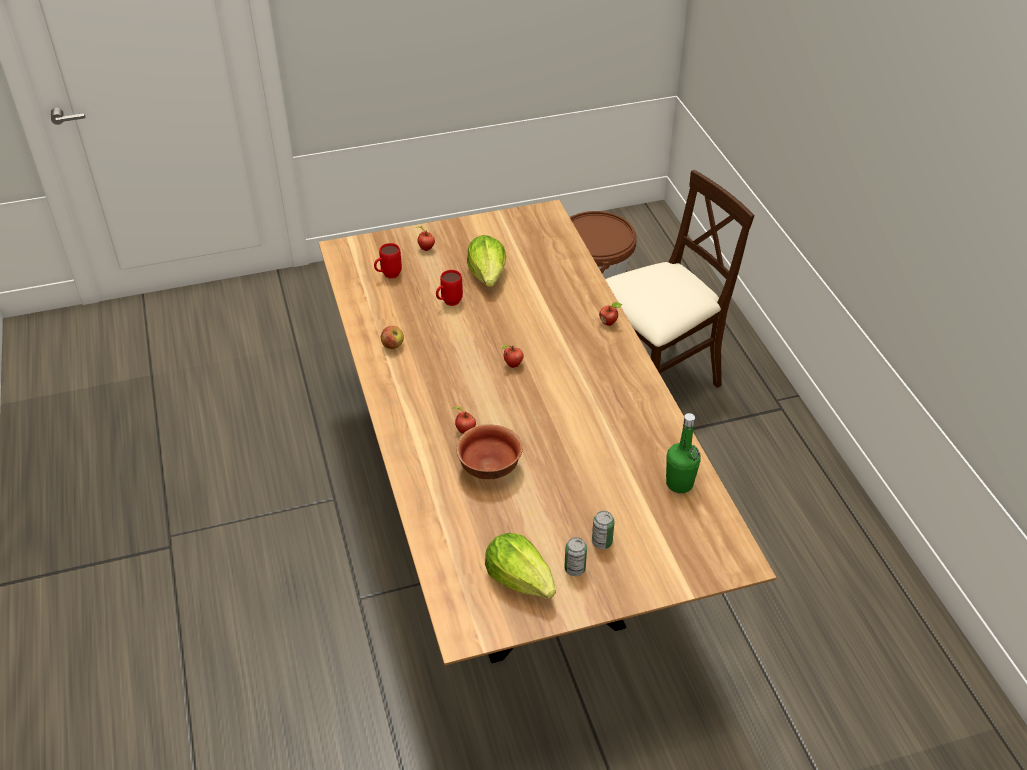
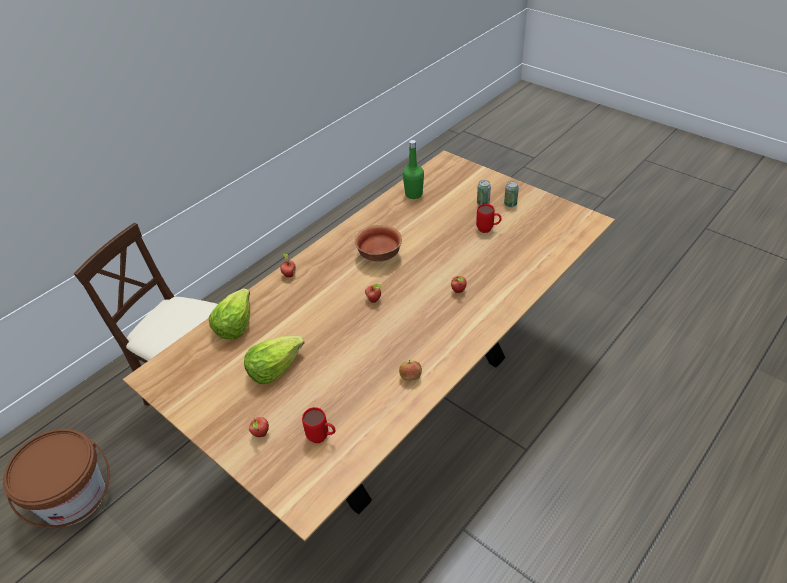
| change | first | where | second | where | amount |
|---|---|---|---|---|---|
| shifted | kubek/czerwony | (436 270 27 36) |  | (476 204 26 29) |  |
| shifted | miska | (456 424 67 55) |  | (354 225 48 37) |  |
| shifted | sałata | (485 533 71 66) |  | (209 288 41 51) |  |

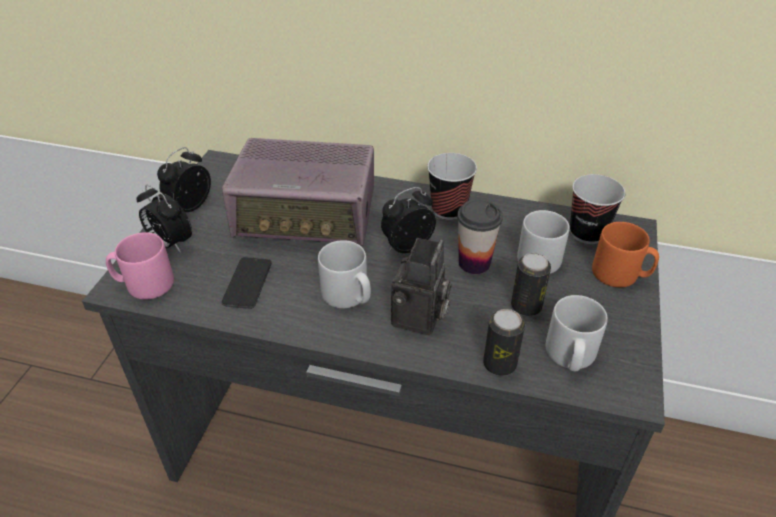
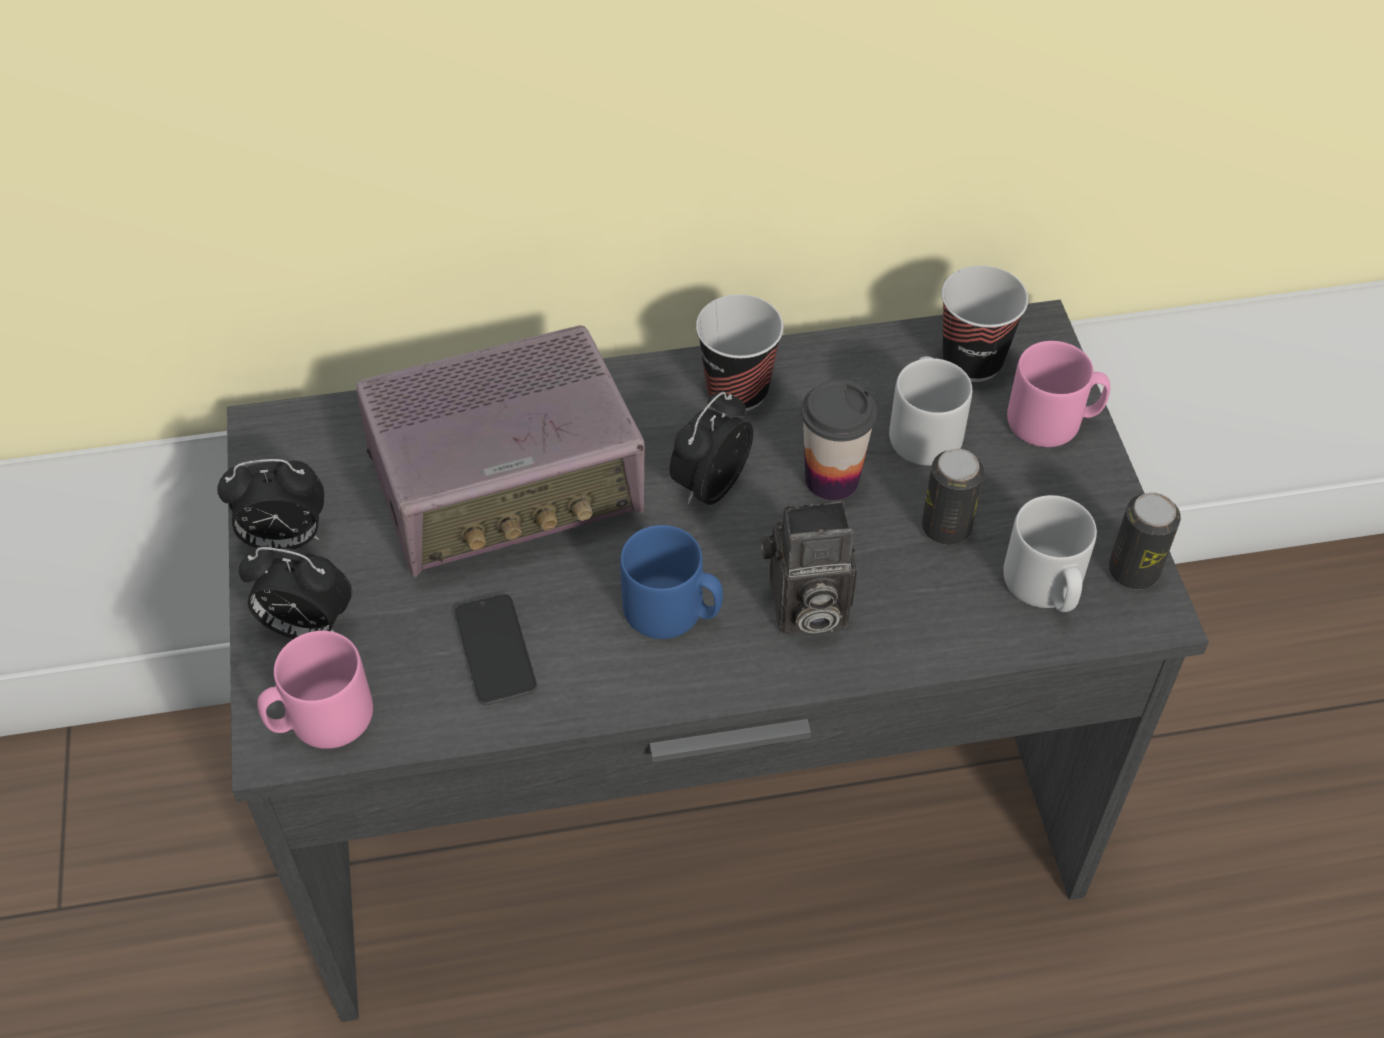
| change | first | where | second | where | amount |
|---|---|---|---|---|---|
| shifted | puszka | (483 309 42 67) |  | (1108 492 73 98) |  |
| repainted | kubek/szary | (318 240 53 68) | kubek/niebieski | (620 525 103 114) |  |
| repainted | kubek/pomarańczowy | (592 222 67 66) | kubek/różowy | (1007 341 103 106) |  |
| rotated | budzik | (157 147 54 65) |  | (217 459 107 90) | 105 degrees counterclockwise |
| rotated | aparat fotograficzny | (391 238 60 97) |  | (761 501 96 133) | 90 degrees clockwise |

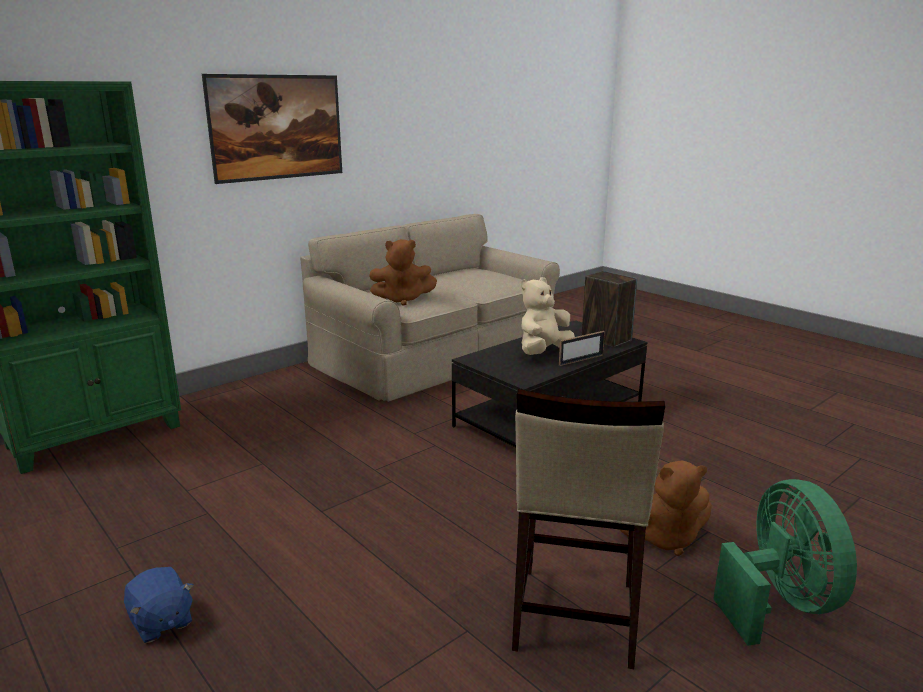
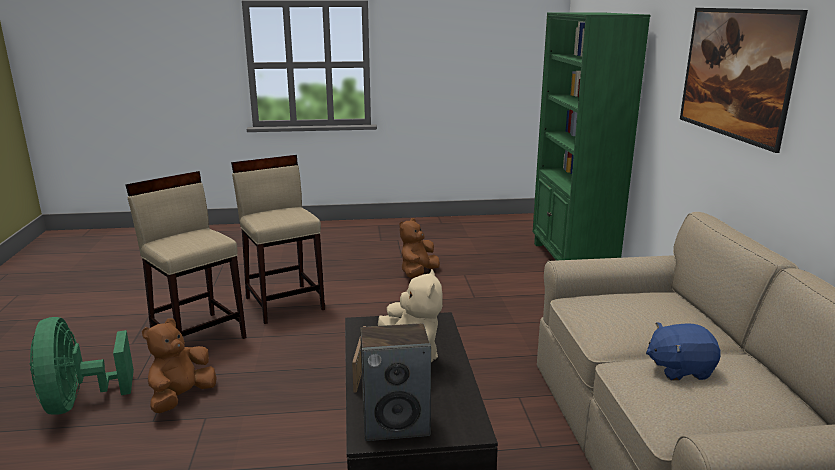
| change | first | where | second | where | amount |
|---|---|---|---|---|---|
| new |  |  | stołek/beżowy | (231 155 94 169) |  |
| shifted | pluszak/niebieski | (124 567 69 76) |  | (646 322 75 59) |  |
| shifted | pluszak/brązowy | (369 239 68 67) |  | (399 218 41 60) |  |
| rotated | wentylator/zielony | (713 479 144 167) |  | (30 317 104 98) | 45 degrees clockwise |

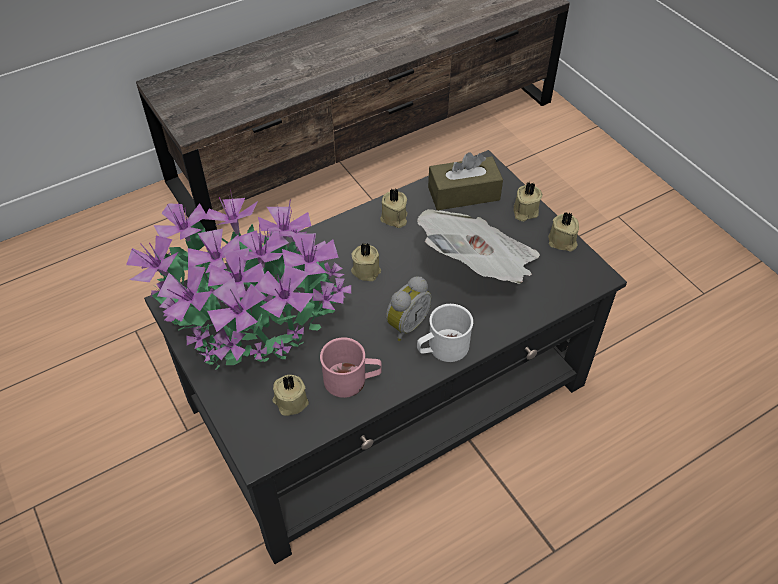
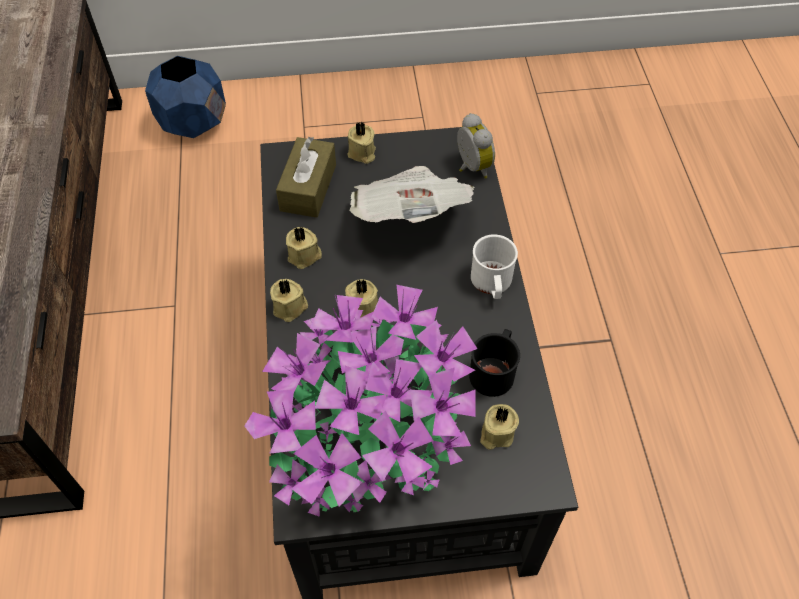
| change | first | where | second | where | amount |
|---|---|---|---|---|---|
| new |  |  | donica/niebieski | (145 56 81 82) |  |
| shifted | budzik | (386 276 46 65) |  | (457 113 38 66) |  |
| shifted | świeca/beżowy | (548 212 31 40) |  | (270 279 38 43) |  |
| repainted | kubek/różowy | (320 337 62 61) | kubek/czarny | (469 329 51 68) |  |

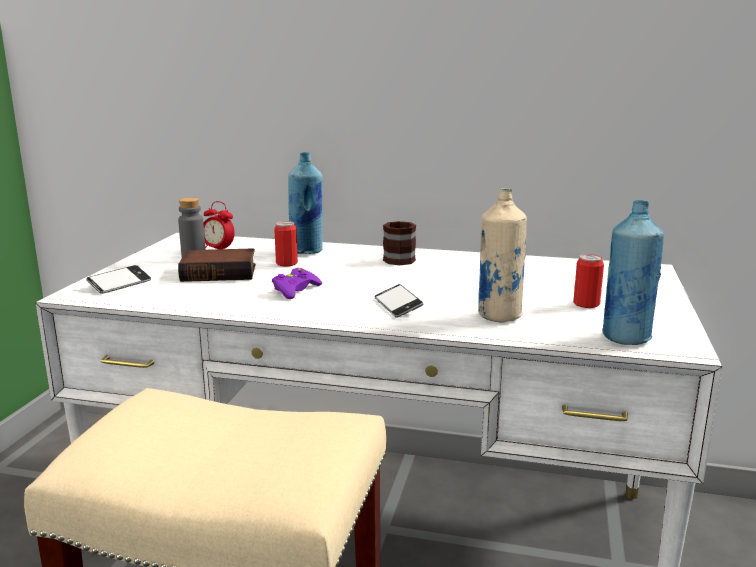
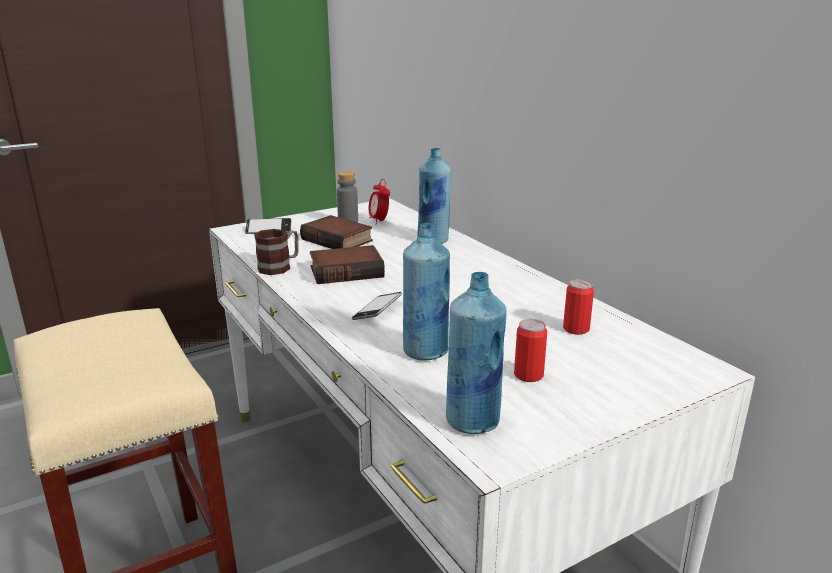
| change | first | where | second | where | amount |
|---|---|---|---|---|---|
| shifted | puszka | (274 221 24 45) |  | (563 279 31 56) |  |
| shifted | kubek | (383 221 33 44) |  | (254 229 45 46) |  |
| swapped | pad do gier/fioletowy | (272 268 50 31) | książka | (310 245 75 39) |  |
| repainted | butelka/beżowy | (478 188 49 134) | butelka/niebieski | (403 223 47 138) |  |

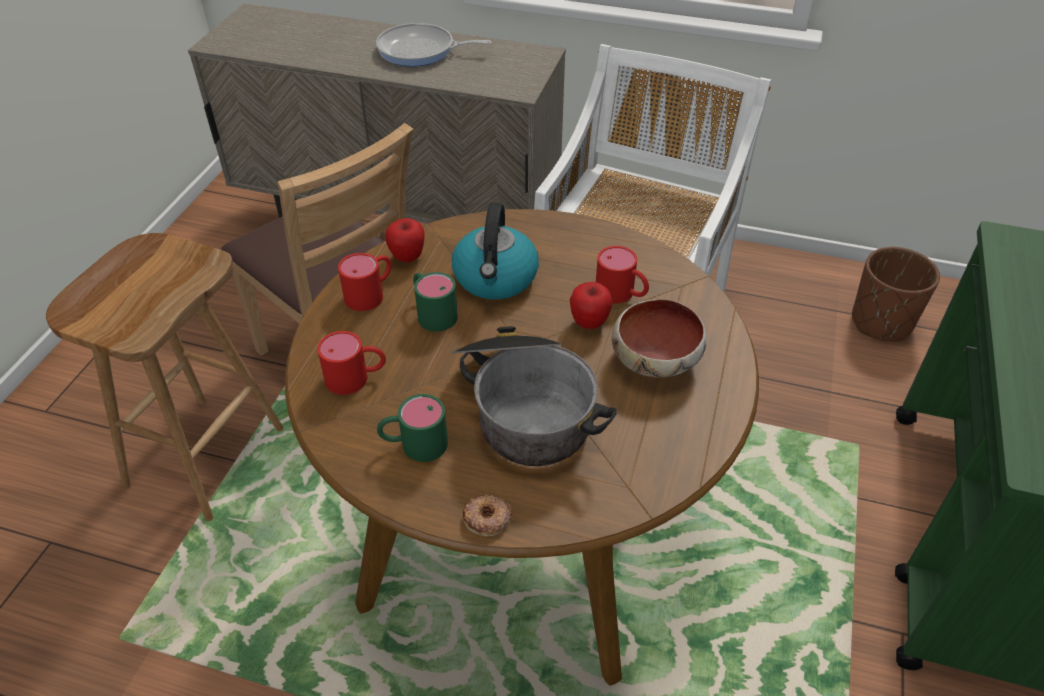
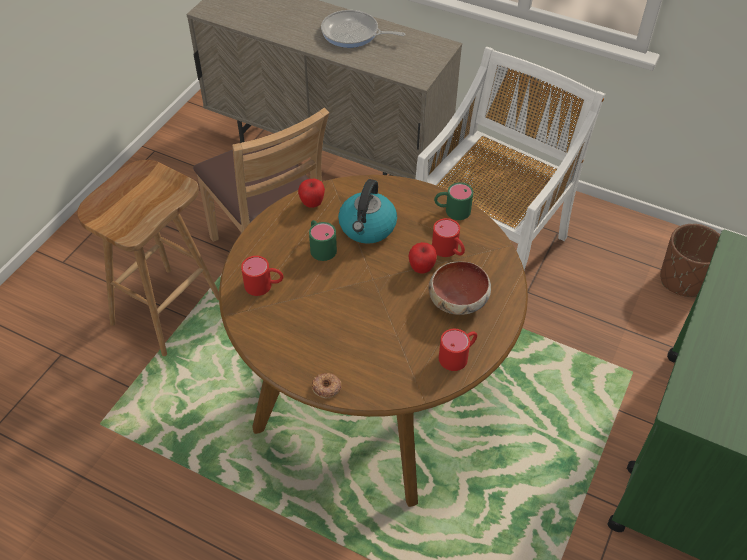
| change | first | where | second | where | amount |
|---|---|---|---|---|---|
| gone | garnek | (452 326 165 140) |  |  |  |
| shifted | kubek/czerwony | (338 253 54 58) |  | (439 329 38 42) |  |
| shifted | kubek/zielony | (377 394 71 68) |  | (434 182 39 38) |  |

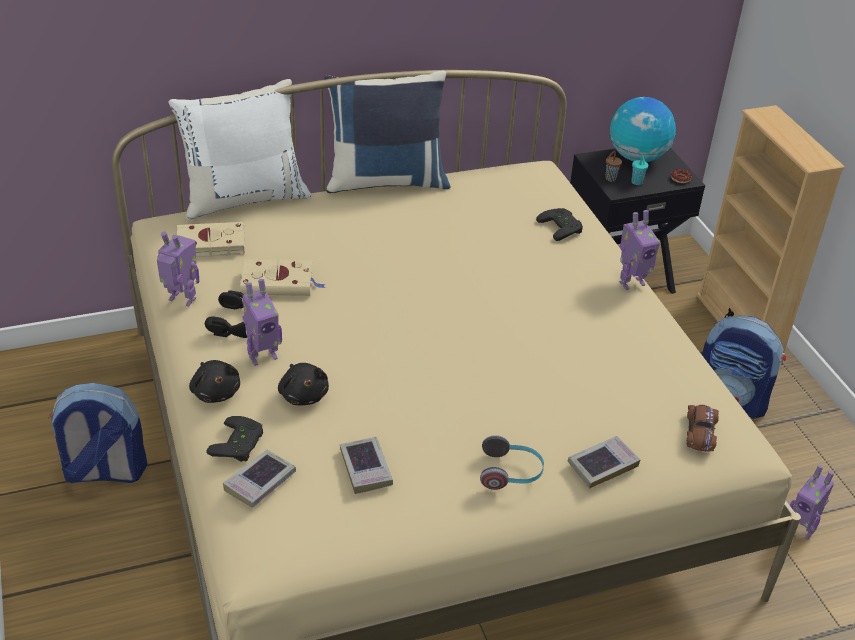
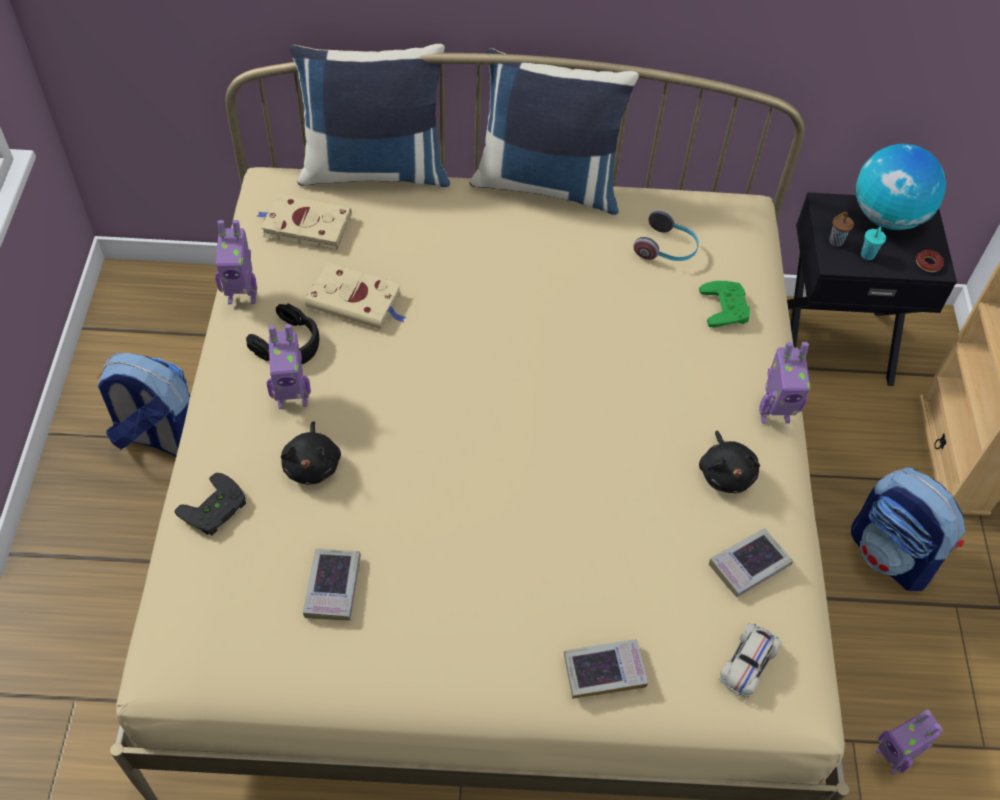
| change | first | where | second | where | amount |
|---|---|---|---|---|---|
| shifted | pluszak/czarny | (189 360 51 43) |  | (699 431 61 62) |  |
| shifted | książka | (223 450 73 58) |  | (709 528 84 69) |  |
| shifted | słuchawki | (480 435 64 55) |  | (633 210 66 51) |  |
| repainted | poduszka/biały | (168 79 143 141) | poduszka/niebieski | (289 44 161 143) |  |
| repainted | pad do gier/czarny | (536 208 47 33) | pad do gier/zielony | (699 281 51 46) |  |
| repainted | samochodzik/brązowy | (687 405 32 47) | samochodzik/biały | (719 623 63 74) |  |
| rotated | robot zabawkowy | (157 231 43 76) |  | (215 220 42 84) | 135 degrees clockwise |

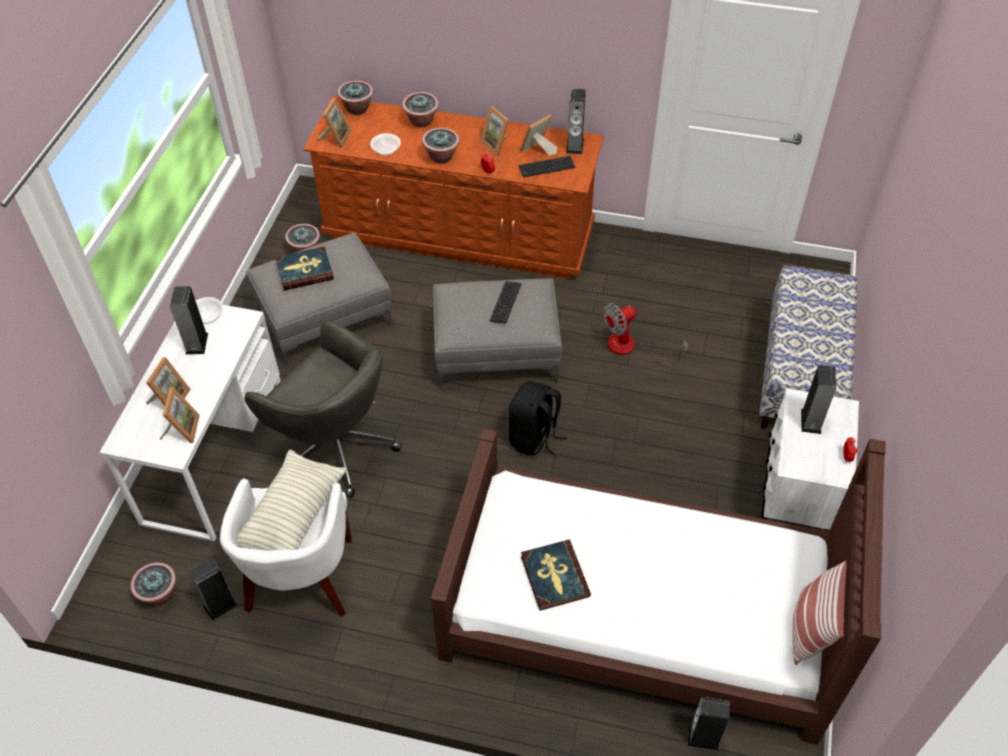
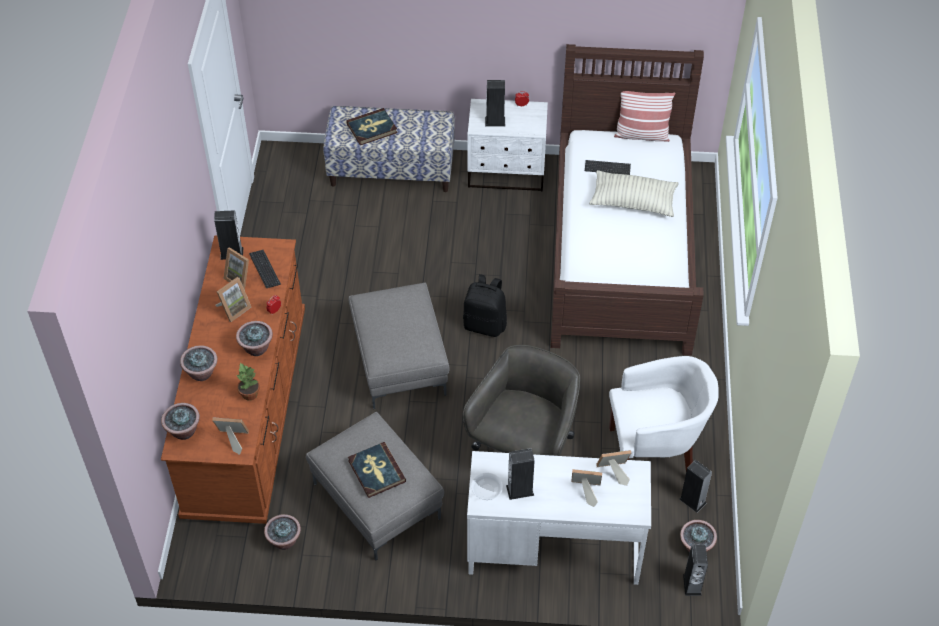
| change | first | where | second | where | amount |
|---|---|---|---|---|---|
| gone | wentylator | (603 303 86 62) |  |  |  |
| shifted | poduszka | (237 450 110 101) |  | (589 170 90 47) |  |
| shifted | klawiatura | (489 281 33 43) |  | (585 160 46 15) |  |
| shifted | książka | (521 540 70 71) |  | (346 108 51 37) |  |
| shifted | głośnik | (688 697 42 54) |  | (683 545 25 51) |  |
| swapped | miska | (370 133 31 22) | roślina doniczkowa | (237 363 23 38) |  |

